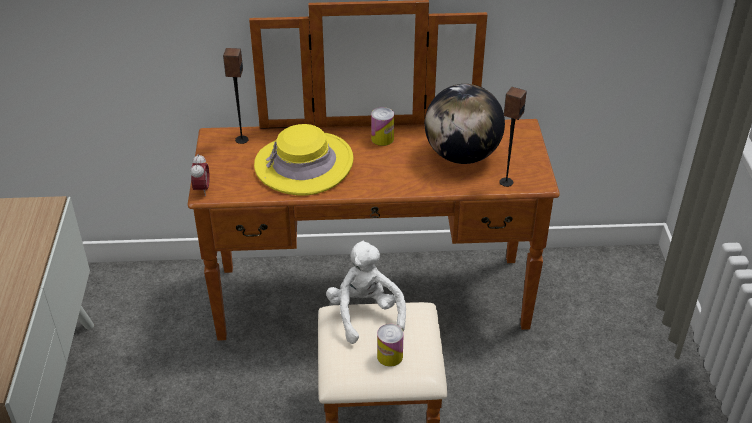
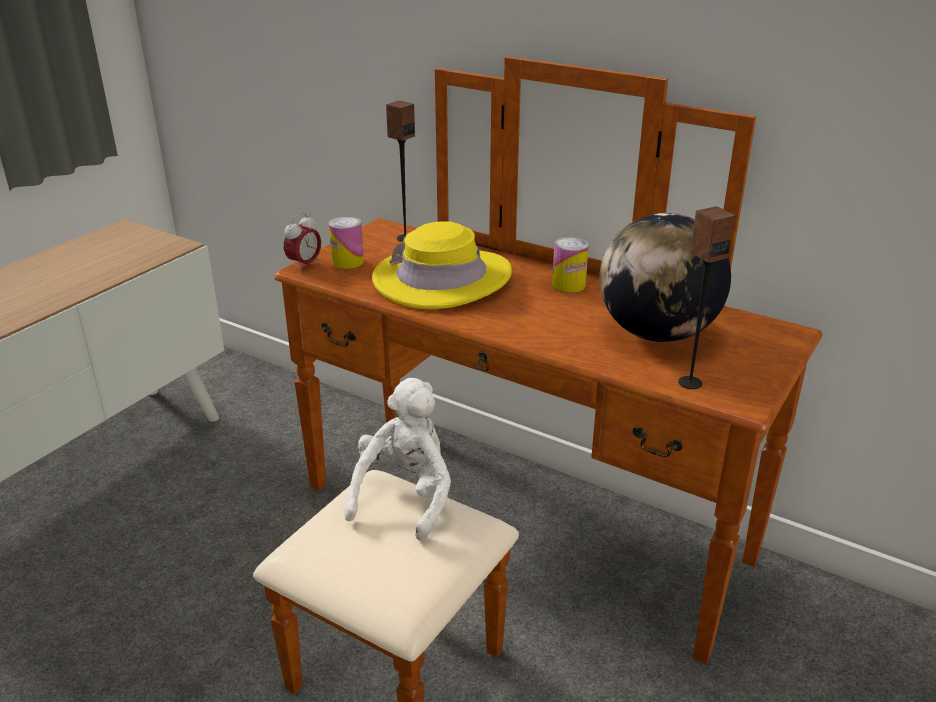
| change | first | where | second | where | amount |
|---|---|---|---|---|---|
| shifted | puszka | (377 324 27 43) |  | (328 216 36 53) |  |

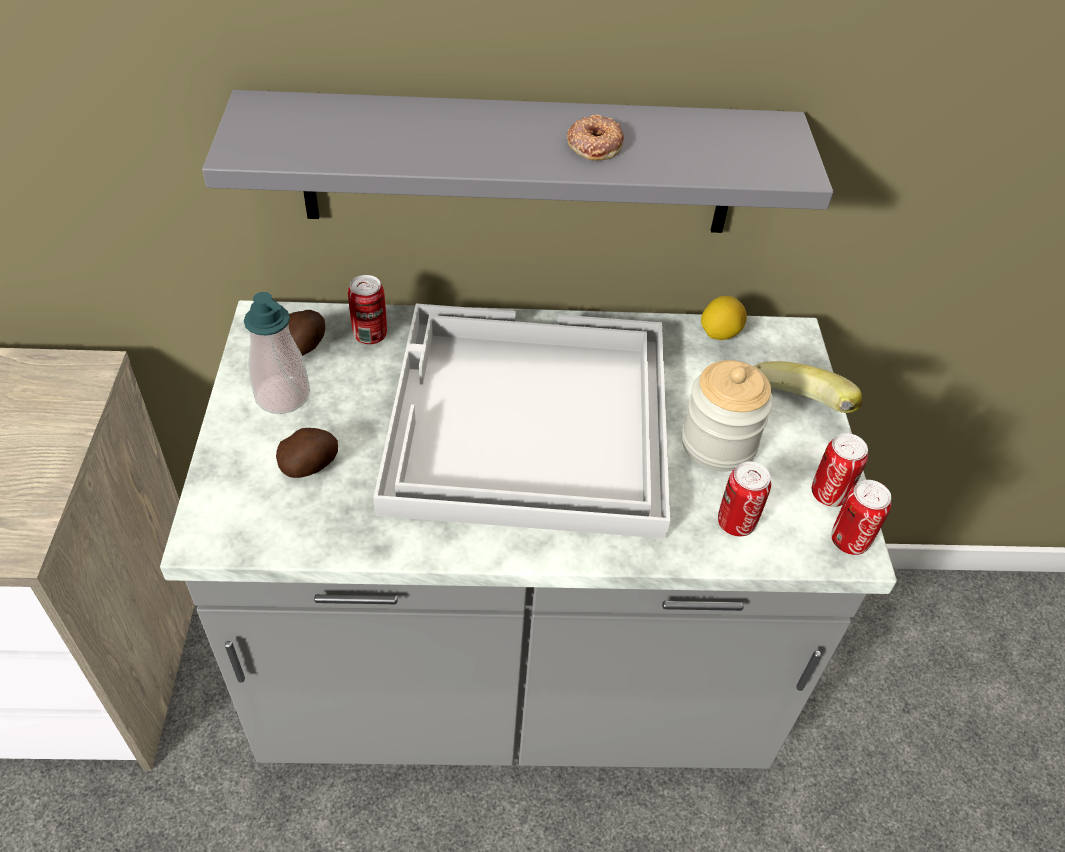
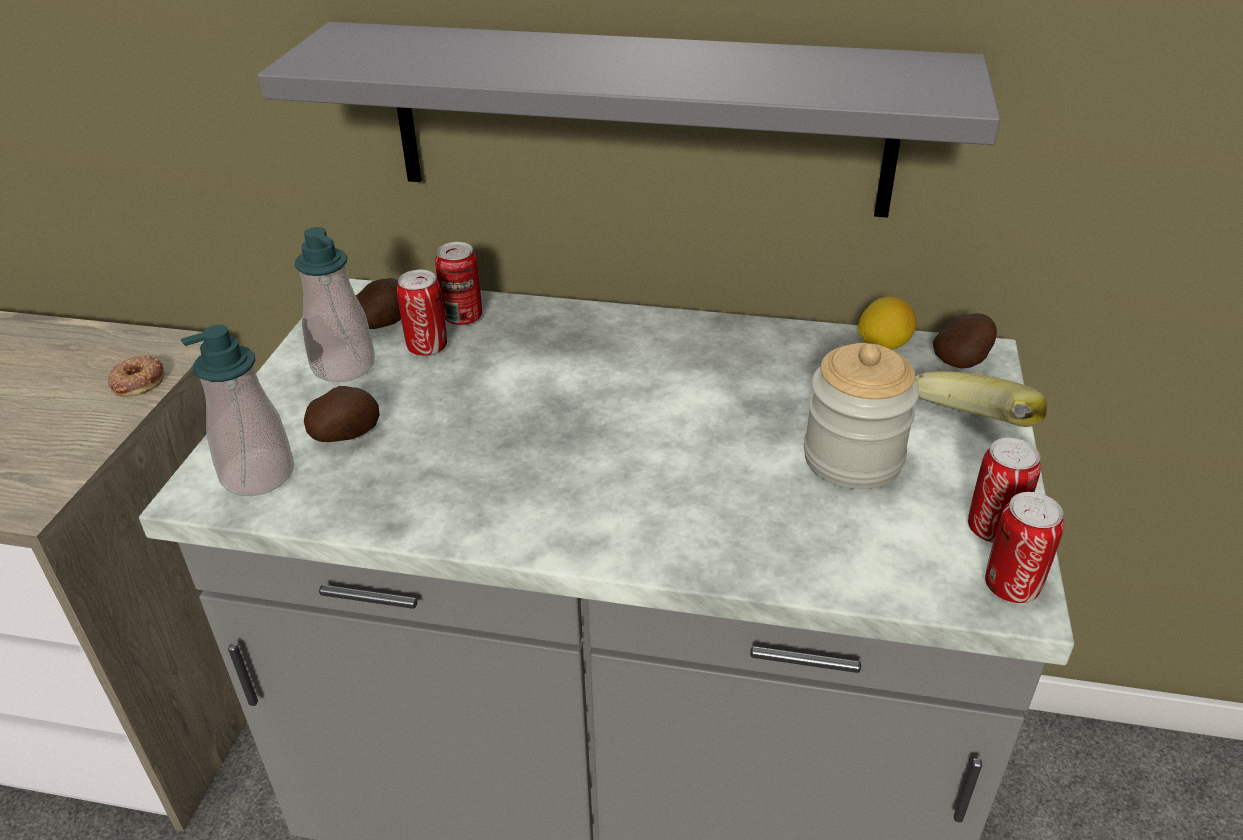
| change | first | where | second | where | amount |
|---|---|---|---|---|---|
| gone | taca/biały | (373 304 297 235) |  |  |  |
| new |  |  | dozownik mydła | (181 325 113 171) |  |
| new |  |  | ziemniak | (933 313 64 55) |  |
| shifted | donut | (567 115 57 45) |  | (108 355 56 42) |  |
| shifted | puszka | (718 461 53 76) |  | (397 270 50 86) |  |

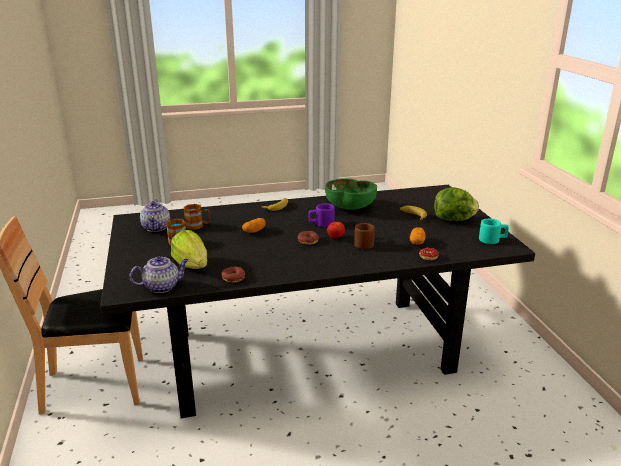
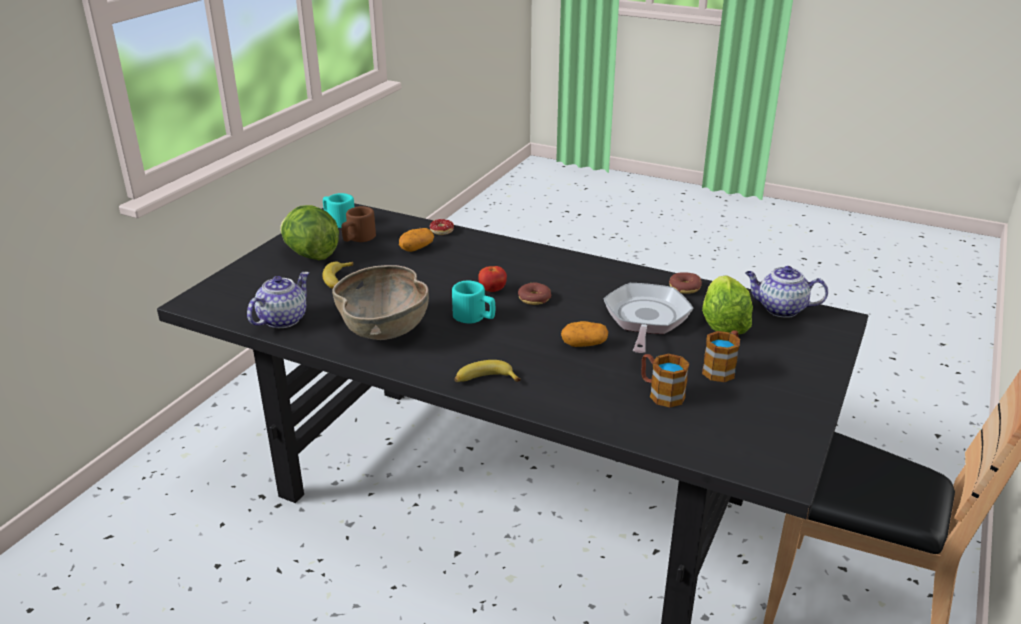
| change | first | where | second | where | amount |
|---|---|---|---|---|---|
| new |  |  | patelnia | (603 283 91 70) |  |
| shifted | imbryk | (140 199 30 33) |  | (247 272 62 56) |  |
| shifted | kubek/brązowy | (354 223 21 26) |  | (342 206 34 36) |  |
| repainted | kubek/fioletowy | (308 203 27 24) | kubek/turkusowy | (452 281 43 43) |  |
| repainted | miska/zielony | (325 178 52 32) | miska/brązowy | (332 265 97 75) |  |

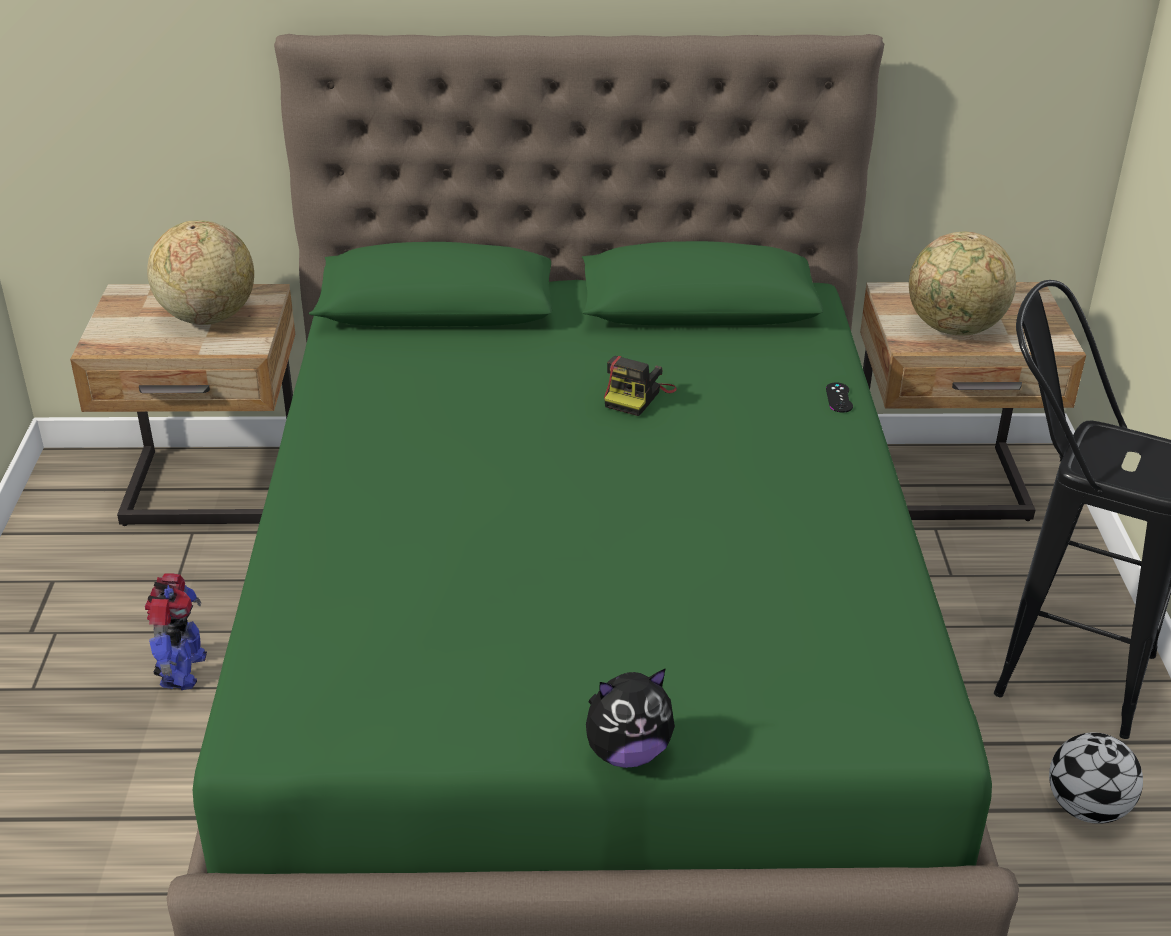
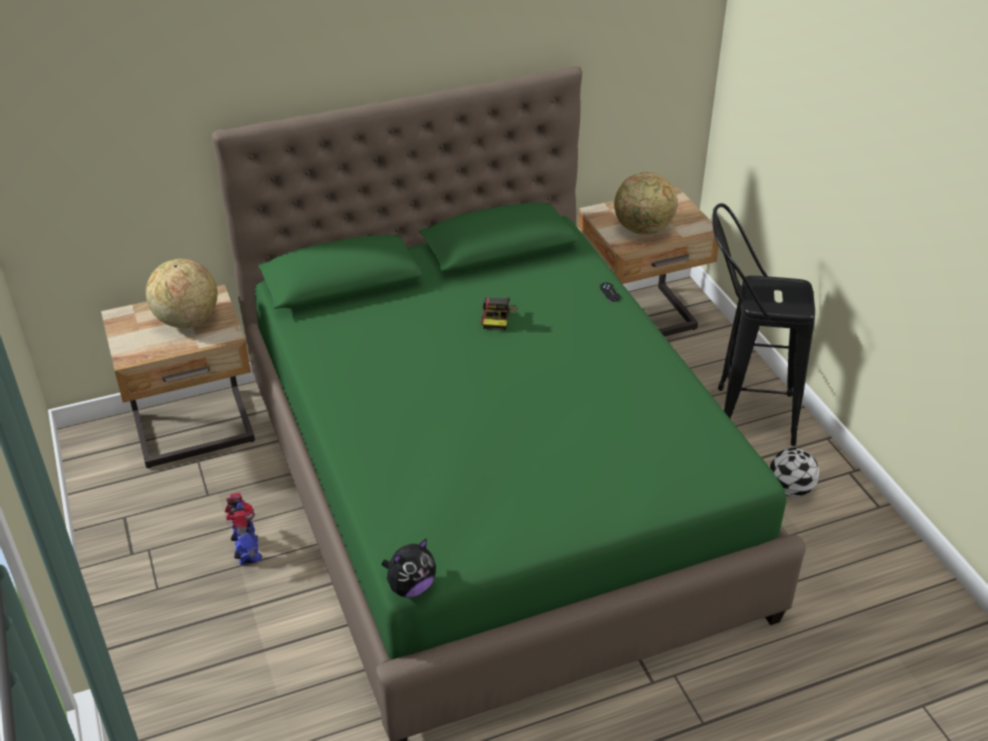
| change | first | where | second | where | amount |
|---|---|---|---|---|---|
| shifted | pluszak | (586 668 89 100) |  | (382 538 54 60) |  |

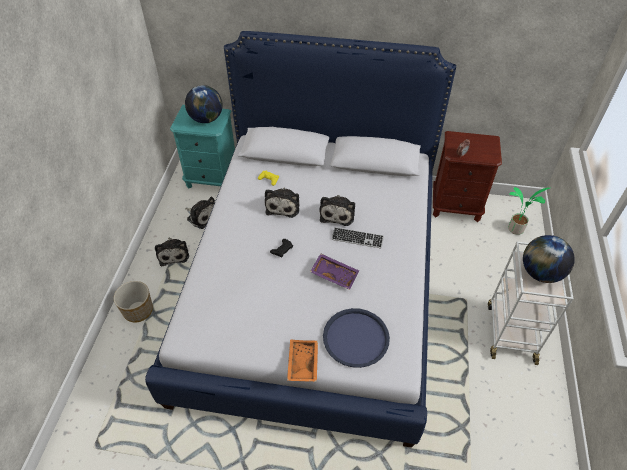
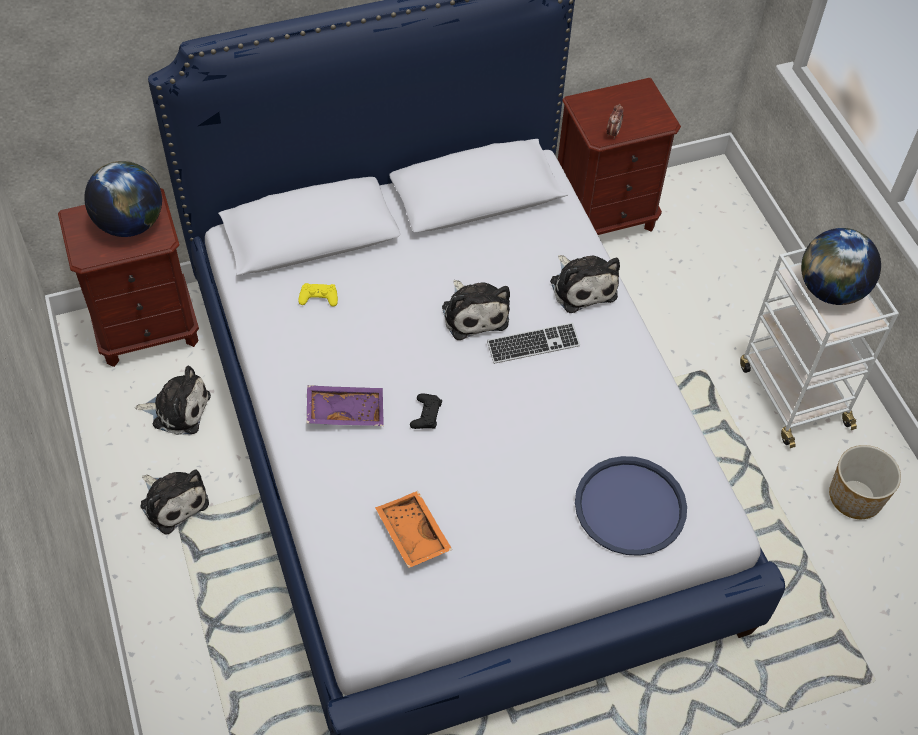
| change | first | where | second | where | amount |
|---|---|---|---|---|---|
| gone | roślina doniczkowa | (508 187 42 48) |  |  |  |
| shifted | donica | (114 281 39 41) |  | (829 445 72 74) |  |
| shifted | pluszak | (265 188 34 30) |  | (550 255 70 58) |  |
| shifted | taca/pomarańczowy | (287 339 31 43) |  | (375 491 78 77) |  |
| shifted | taca/fioletowy | (310 253 49 37) |  | (307 385 77 41) |  |
| repainted | szafka nocna/turkusowy | (170 105 65 84) | szafka nocna/brązowy | (58 188 141 179) |  |

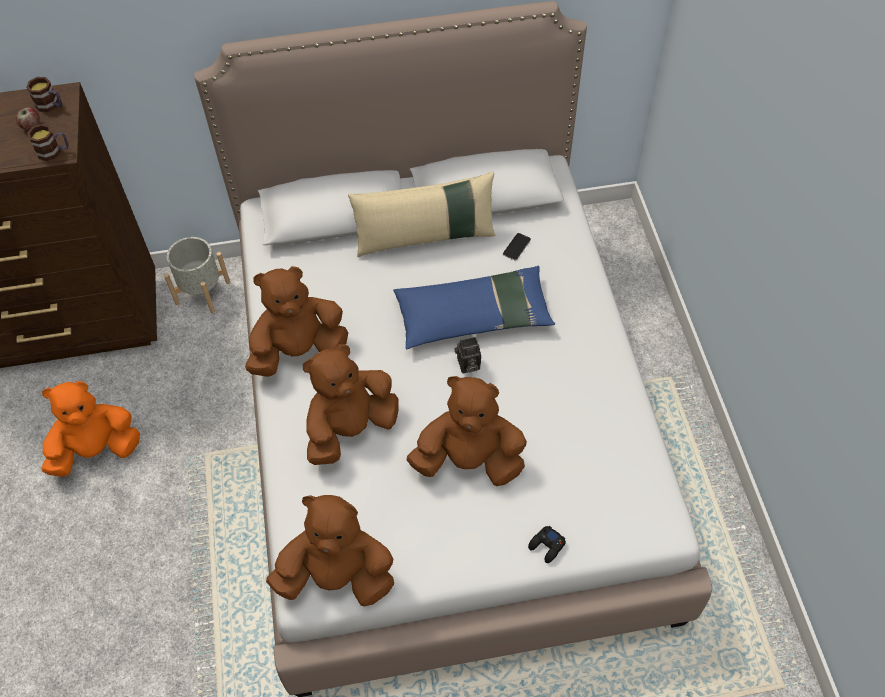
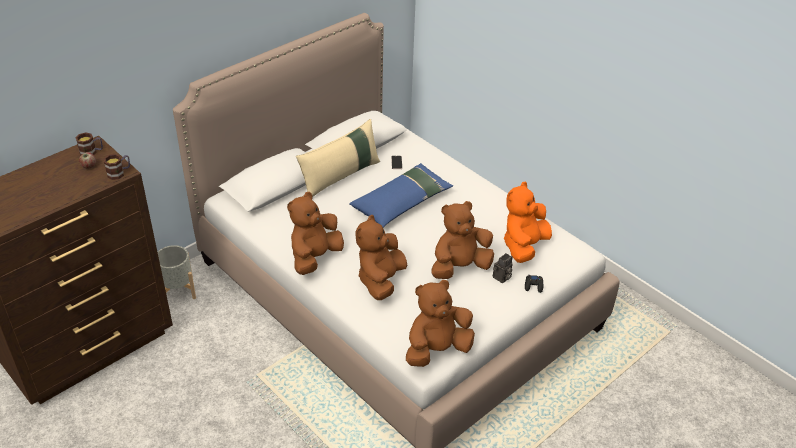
| change | first | where | second | where | amount |
|---|---|---|---|---|---|
| shifted | pluszak/pomarańczowy | (41 381 99 96) |  | (504 182 48 81) |  |
| shifted | aparat fotograficzny | (454 337 27 36) |  | (493 253 20 30) |  |

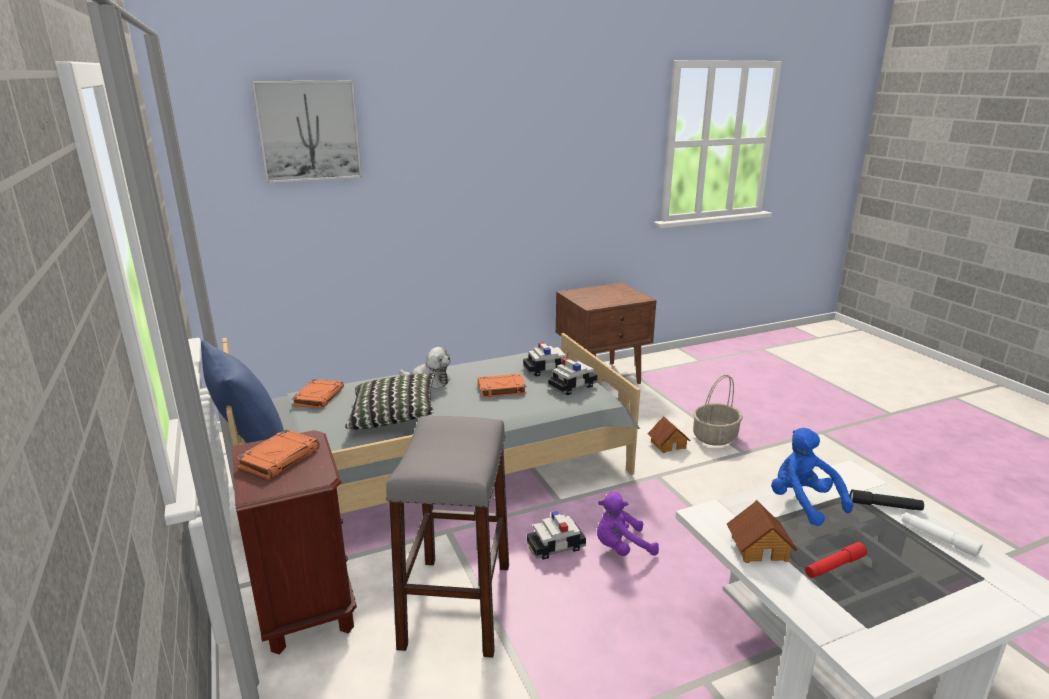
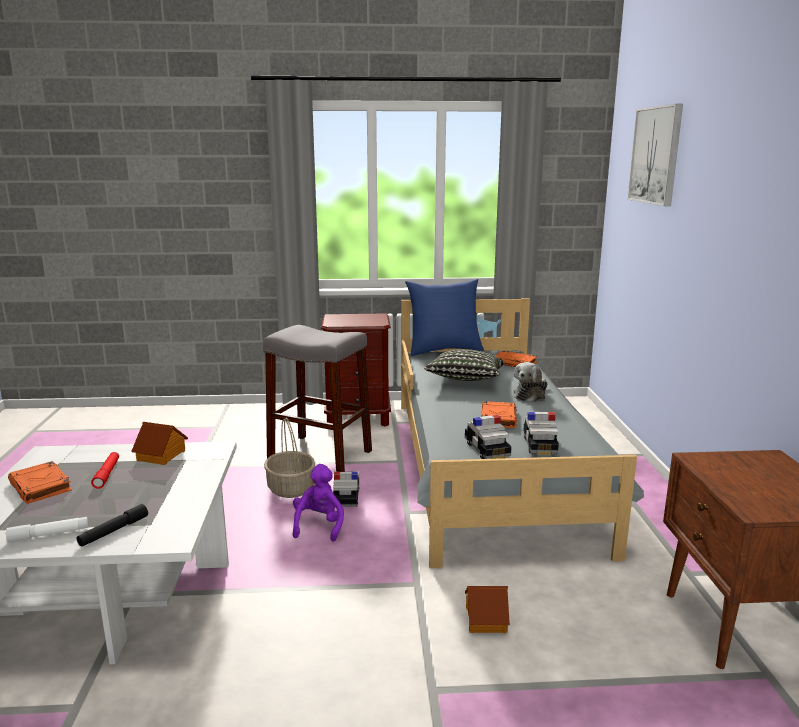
| change | first | where | second | where | amount |
|---|---|---|---|---|---|
| gone | pluszak/niebieski | (771 428 83 98) |  |  |  |
| shifted | książka/pomarańczowy | (236 429 83 51) |  | (8 461 64 43) |  |
| shifted | koszyk | (693 375 50 71) |  | (264 418 51 80) |  |

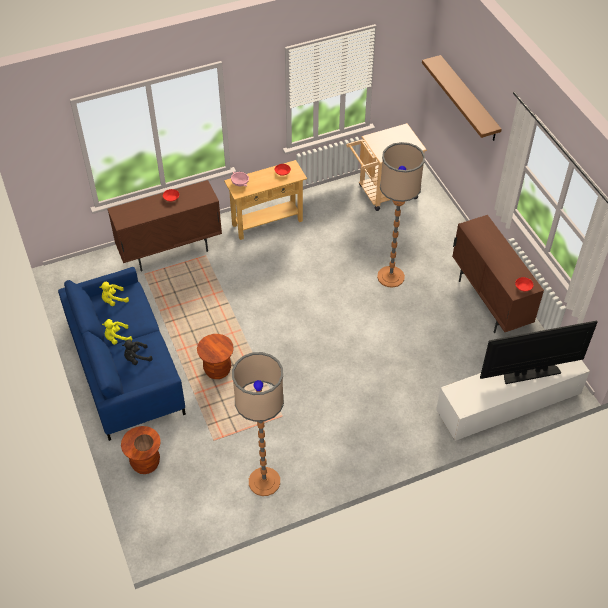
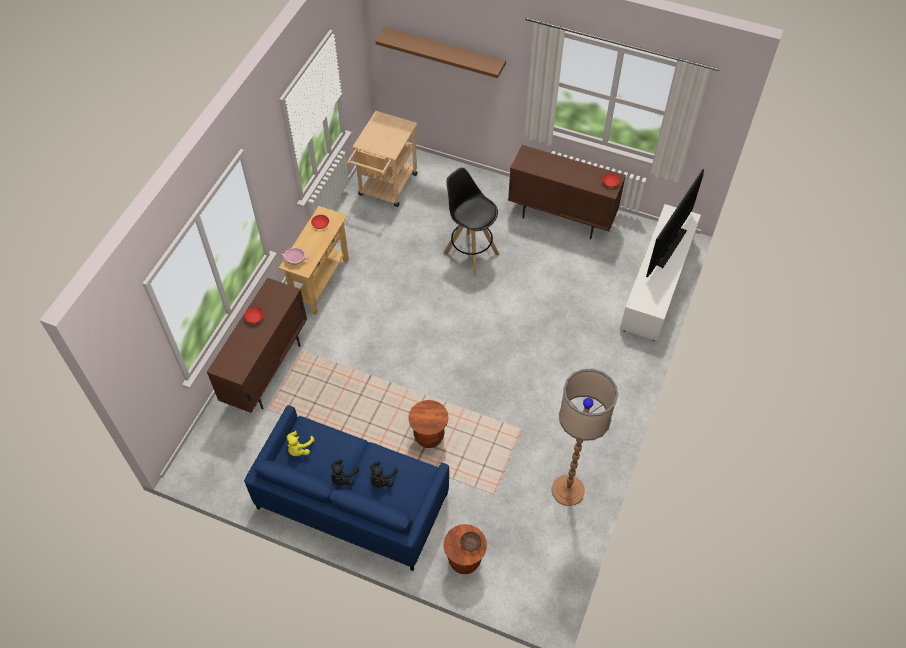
| change | first | where | second | where | amount |
|---|---|---|---|---|---|
| swapped | lampa stojąca | (377 142 48 146) | stołek/czarny | (444 168 55 108) |  |
| repainted | pluszak/żółty | (102 319 30 26) | pluszak/czarny | (331 459 28 27) |  |

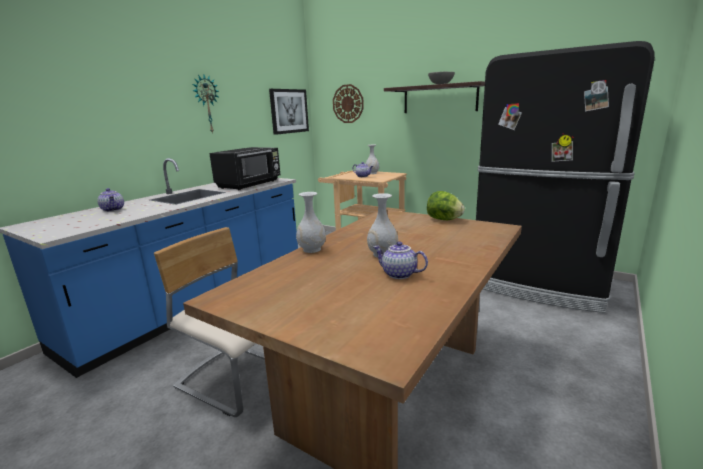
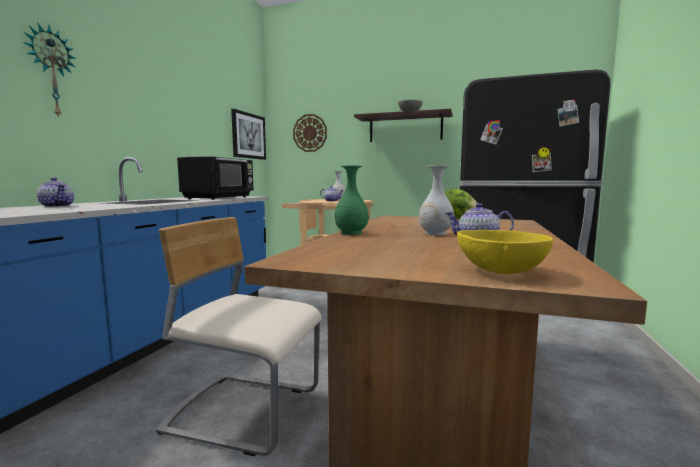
| change | first | where | second | where | amount |
|---|---|---|---|---|---|
| new |  |  | miska/żółty | (457 230 96 44) |  |
| shifted | zegar ścienny | (193 75 26 59) |  | (23 22 54 96) |  |
| repainted | wazon/biały | (296 192 30 61) | wazon/zielony | (335 166 34 69) |  |

